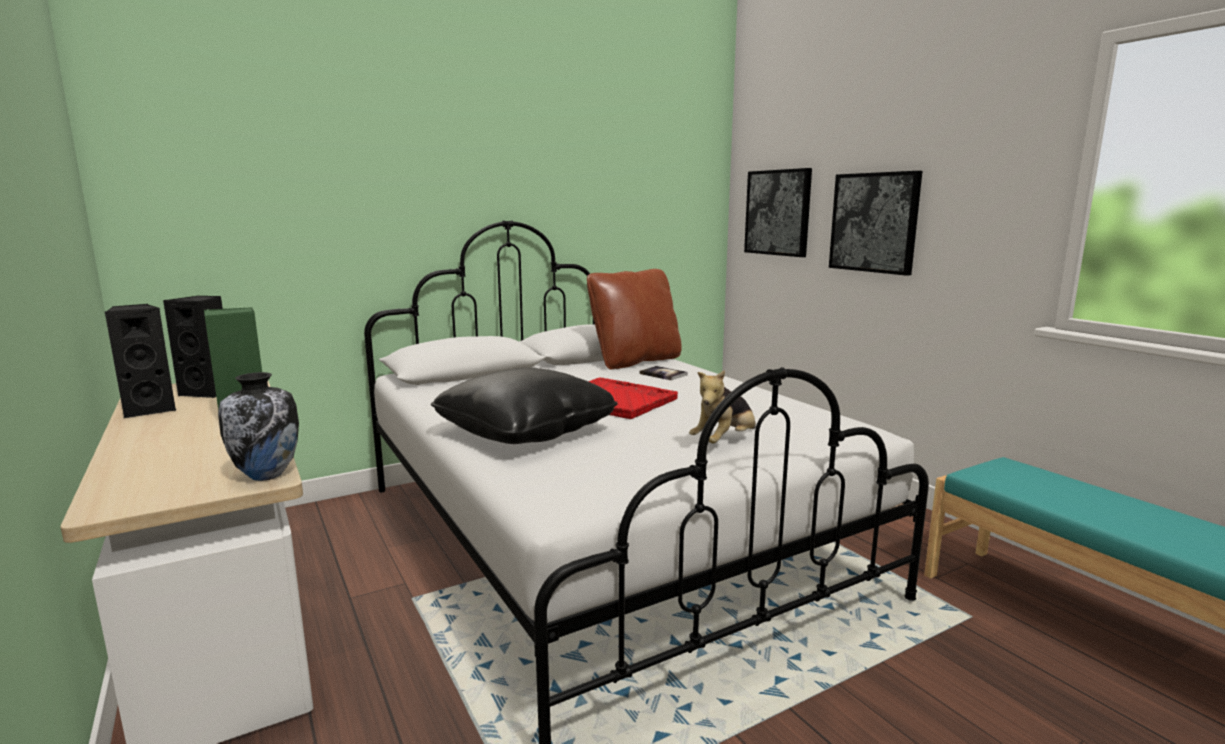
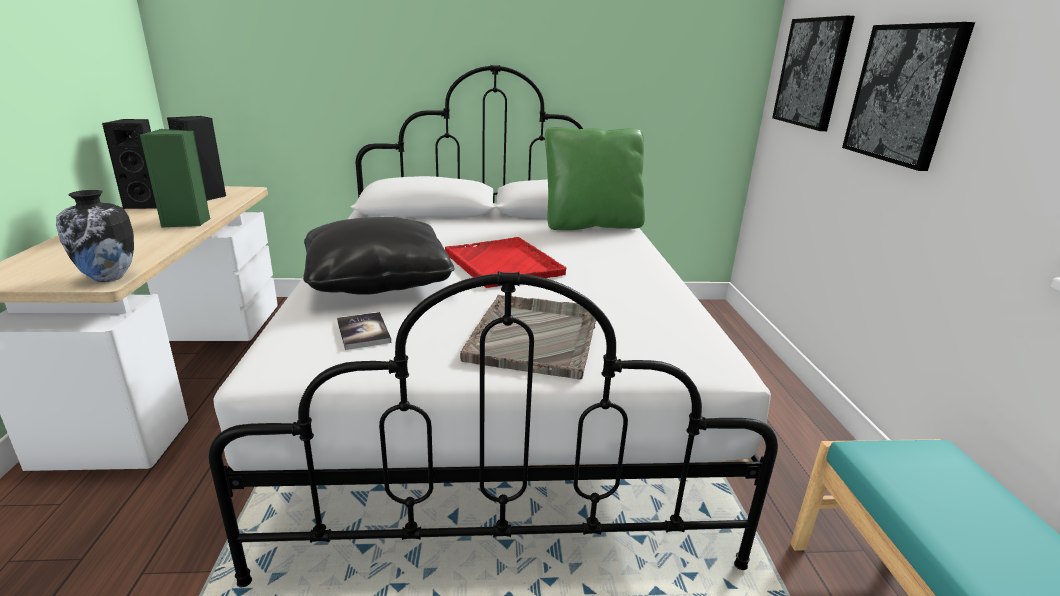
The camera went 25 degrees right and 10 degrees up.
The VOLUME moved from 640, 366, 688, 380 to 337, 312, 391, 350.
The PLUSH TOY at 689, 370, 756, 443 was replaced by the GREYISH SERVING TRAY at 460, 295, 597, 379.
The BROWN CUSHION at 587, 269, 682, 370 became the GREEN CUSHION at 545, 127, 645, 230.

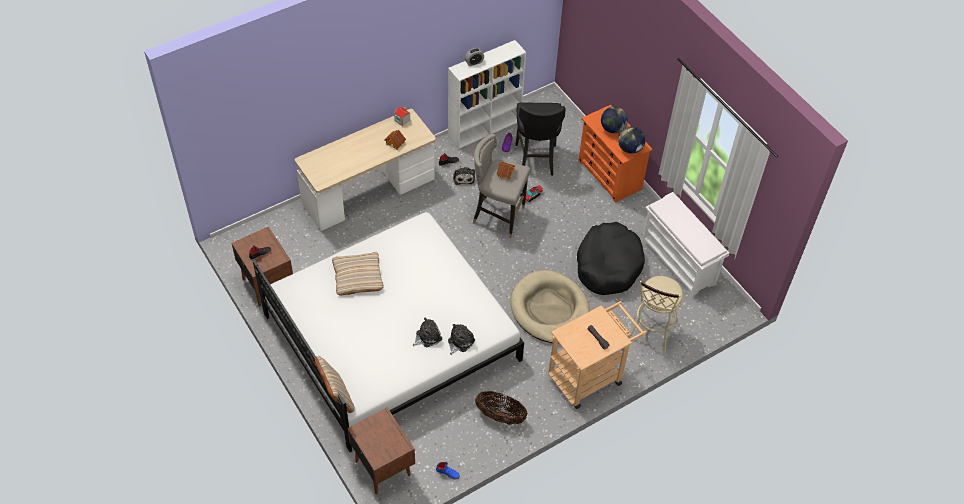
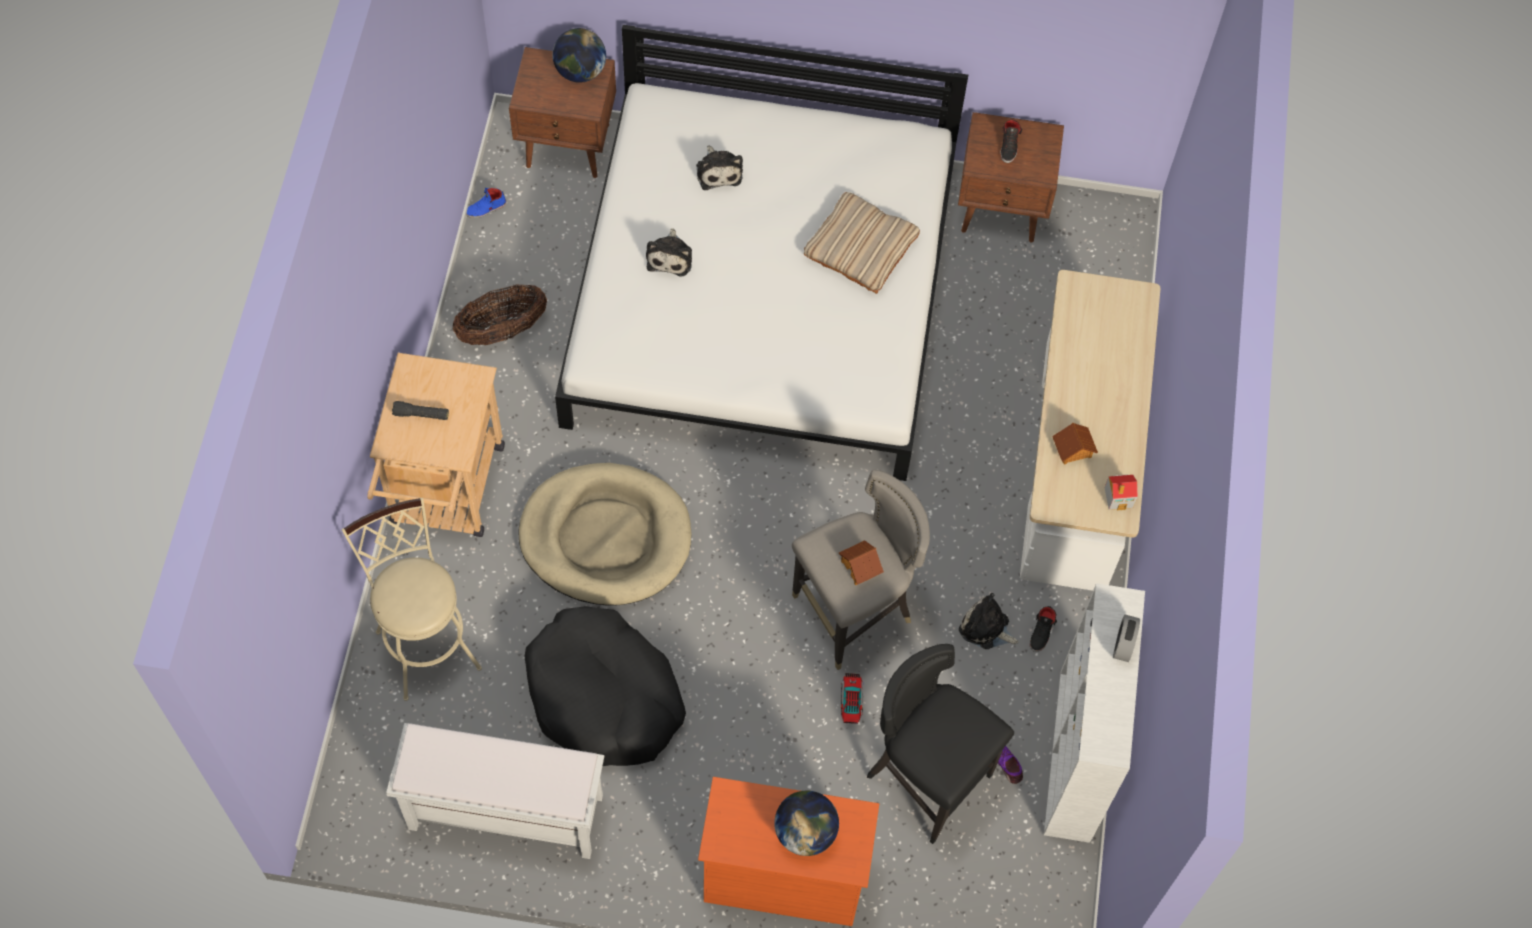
The camera went 130 degrees right and 10 degrees up.
The BEIGE CUSHION at 315, 356, 355, 413 disappeared.
The PLUSH TOY moved from 448, 324, 475, 355 to 696, 145, 743, 190.
The WORLD GLOBE moved from 618, 126, 645, 154 to 552, 28, 606, 83.

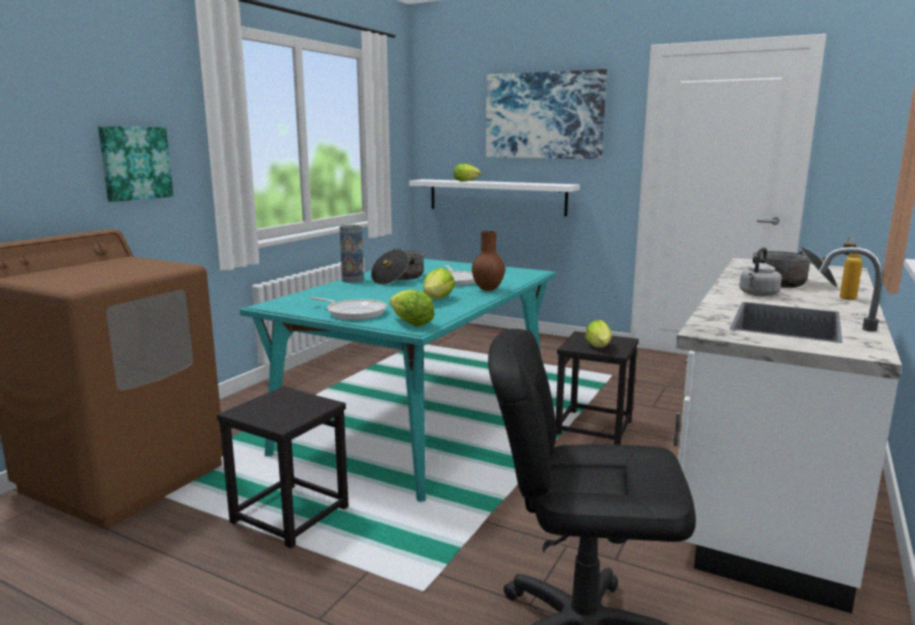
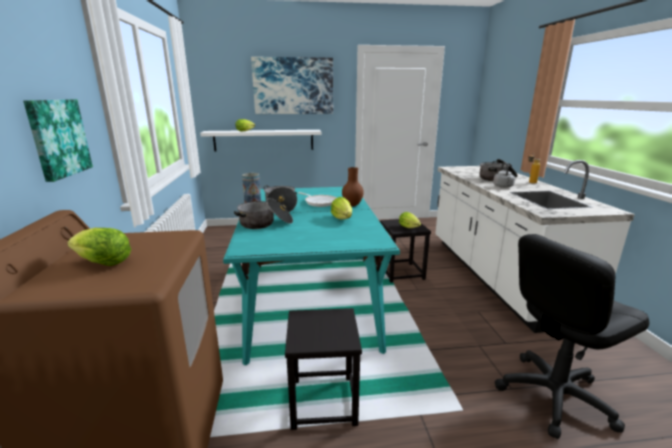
The camera went 35 degrees left and 5 degrees up.
The FRYING PAN at 310, 297, 387, 320 disappeared.
The SAUCEPOT at 234, 198, 293, 229 appeared.
The LETTUCE HEAD moved from 389, 290, 435, 326 to 68, 228, 131, 266.

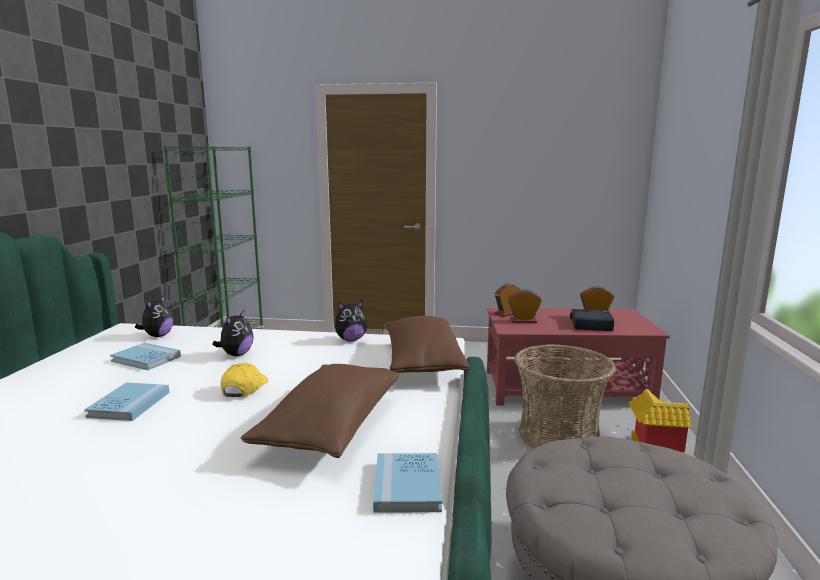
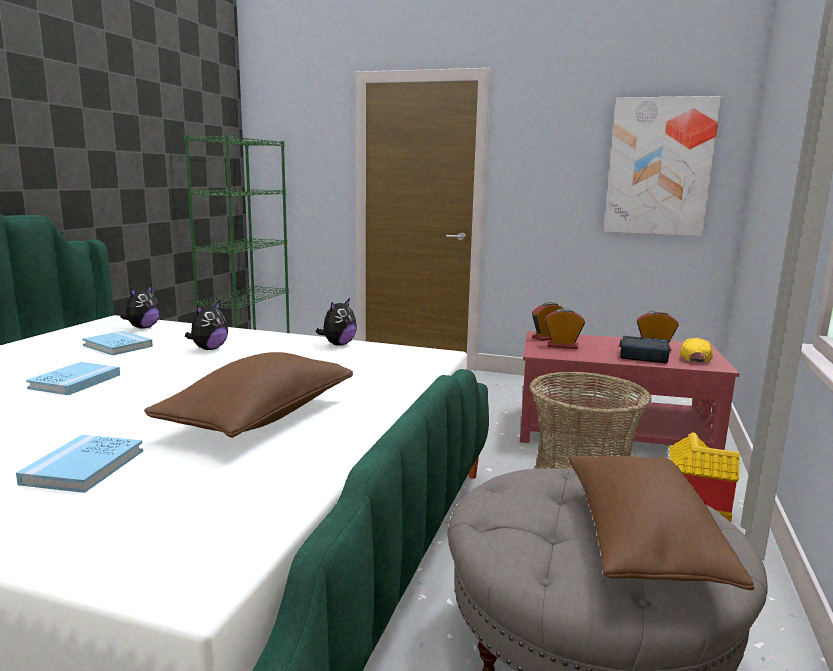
The camera went 10 degrees right and 0 degrees up.
The WALL PICTURE at 604, 96, 721, 236 appeared.
The YELLOW-COLOURED BASEBALL CAP moved from 221, 363, 268, 397 to 680, 338, 713, 362.
The BLUISH VOLUME moved from 373, 453, 442, 513 to 16, 434, 143, 493.
The BROWN CUSHION moved from 385, 316, 470, 373 to 568, 456, 754, 590.
The PLUSH TOY at 335, 300, 367, 341 turned 45 degrees counterclockwise.

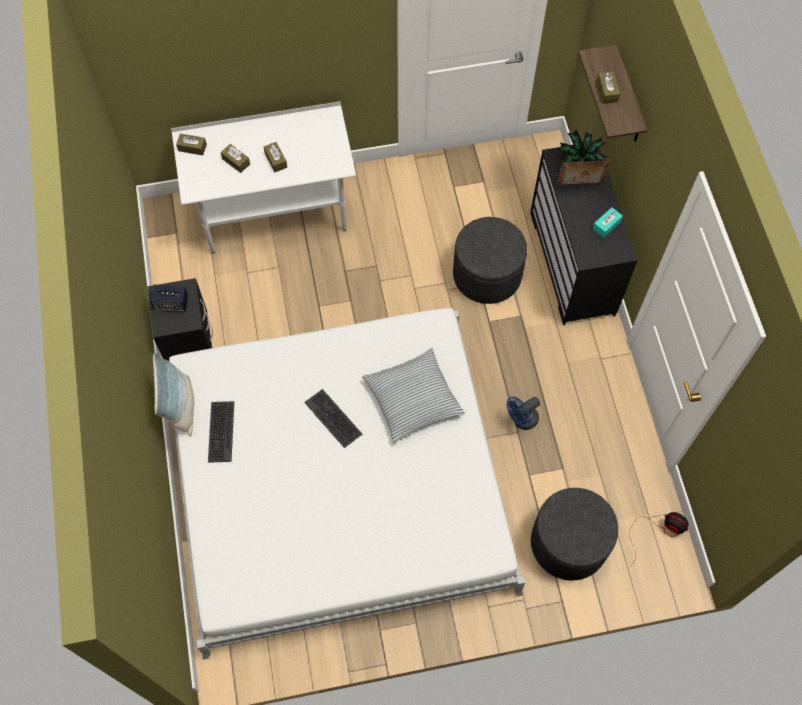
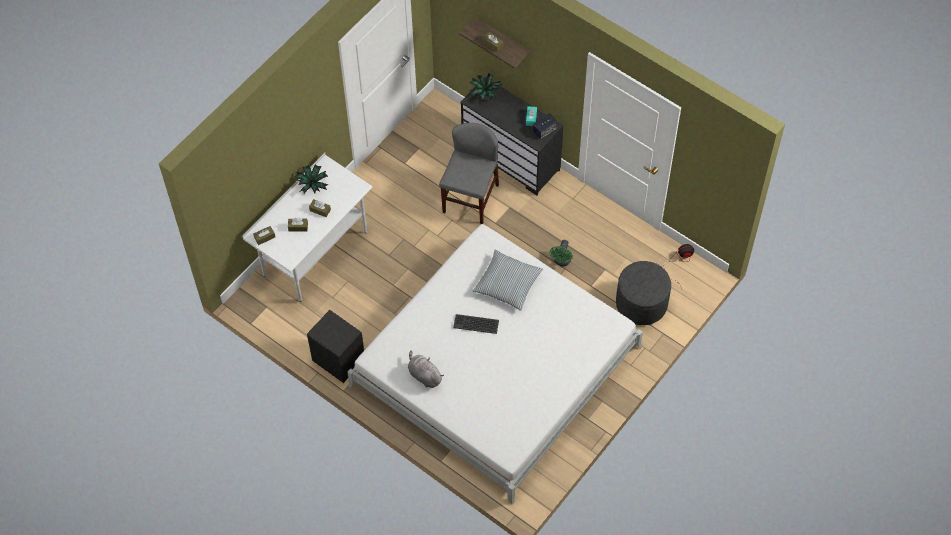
The camera went 40 degrees left and 5 degrees down.
The CUSHION at 153, 352, 194, 437 disappeared.
The STANDING FRAME at 557, 161, 610, 185 disappeared.
The PLANT IN A POT at 294, 164, 328, 194 appeared.
The AUDIO SPEAKER moved from 150, 285, 188, 311 to 533, 113, 558, 139.
The COMPUTER KEYBOARD at 208, 401, 234, 463 was replaced by the GREYISH PLUSH TOY at 408, 351, 444, 388.
The GREYISH OTTOMAN at 453, 217, 527, 304 was replaced by the GREYISH UPRIGHT CHAIR at 439, 123, 499, 224.
The BLUISH COOLING FAN at 507, 396, 540, 430 became the GREEN COOLING FAN at 550, 240, 573, 266.

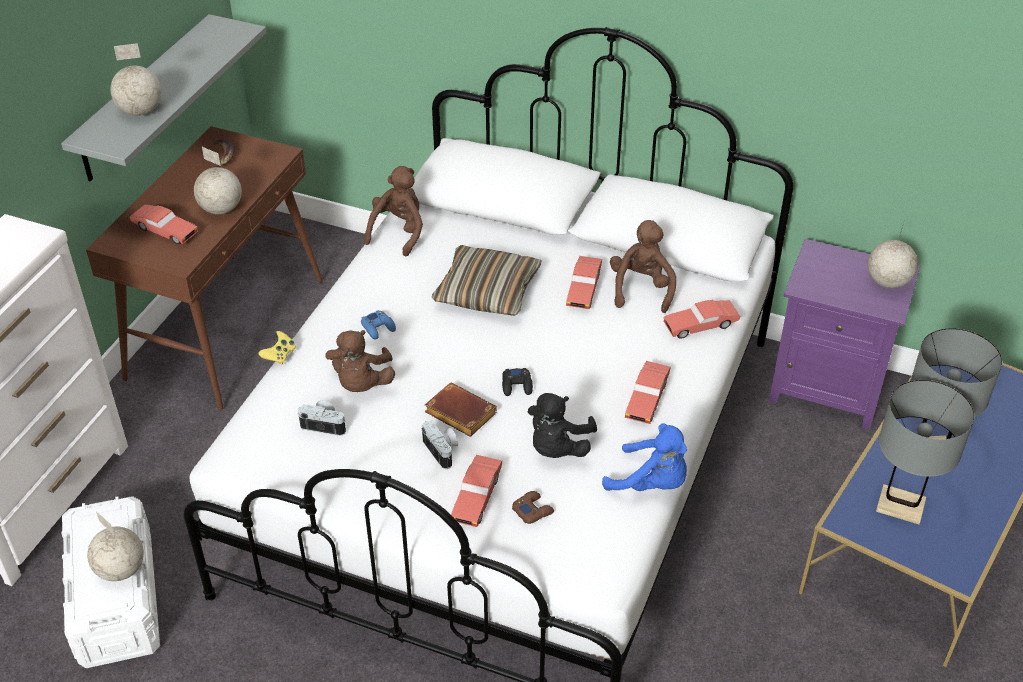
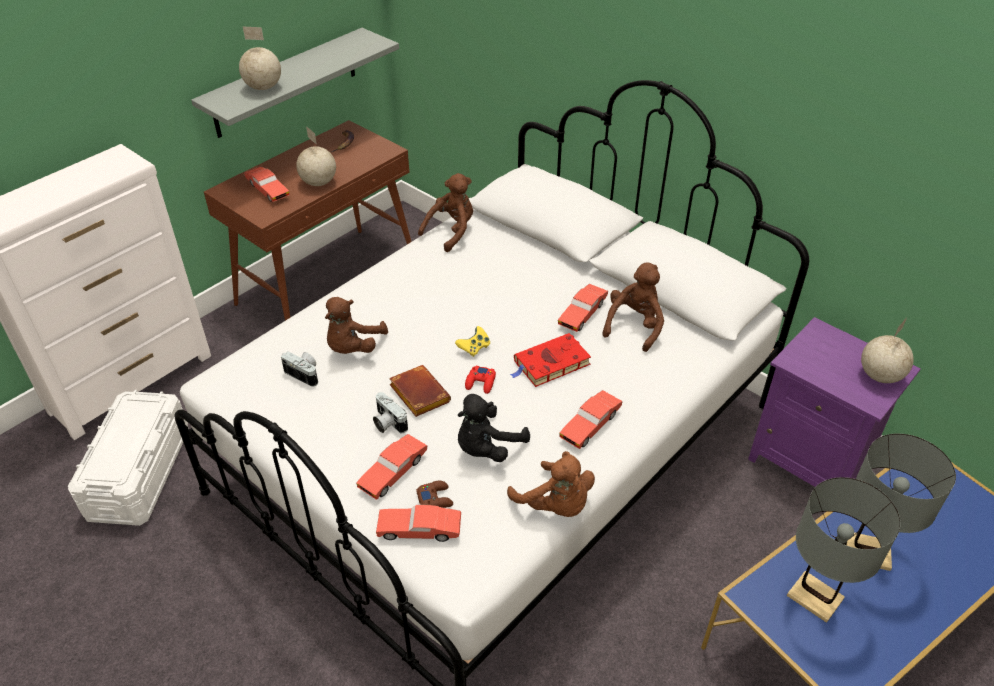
The camera went 20 degrees right and 0 degrees up.
The WORLD GLOBE at 87, 511, 144, 581 disappeared.
The BLUISH GAME CONTROLLER at 361, 310, 396, 340 disappeared.
The CUSHION at 432, 245, 542, 316 disappeared.
The RED-COLOURED VOLUME at 510, 333, 591, 387 appeared.
The YELLOW-COLOURED GAME CONTROLLER moved from 258, 331, 296, 365 to 455, 326, 490, 357.
The RED-COLOURED TOY CAR moved from 663, 300, 741, 339 to 376, 505, 461, 542.
The BLACK GAME CONTROLLER at 502, 368, 533, 396 became the RED-COLOURED GAME CONTROLLER at 465, 366, 496, 394.
The BLUISH PLUSH TOY at 602, 424, 687, 491 became the BROWN PLUSH TOY at 507, 451, 595, 517.
The PHOTO CAMERA at 422, 421, 458, 469 turned 150 degrees clockwise.

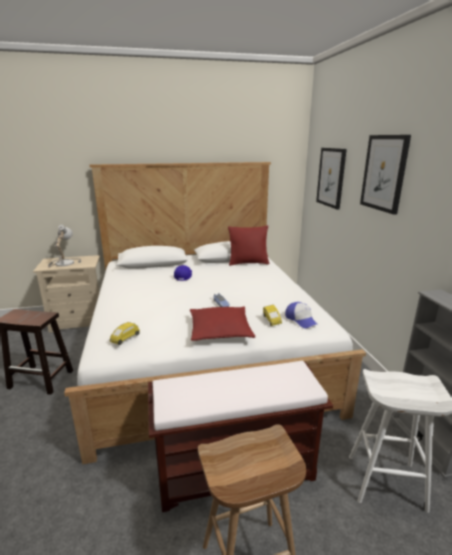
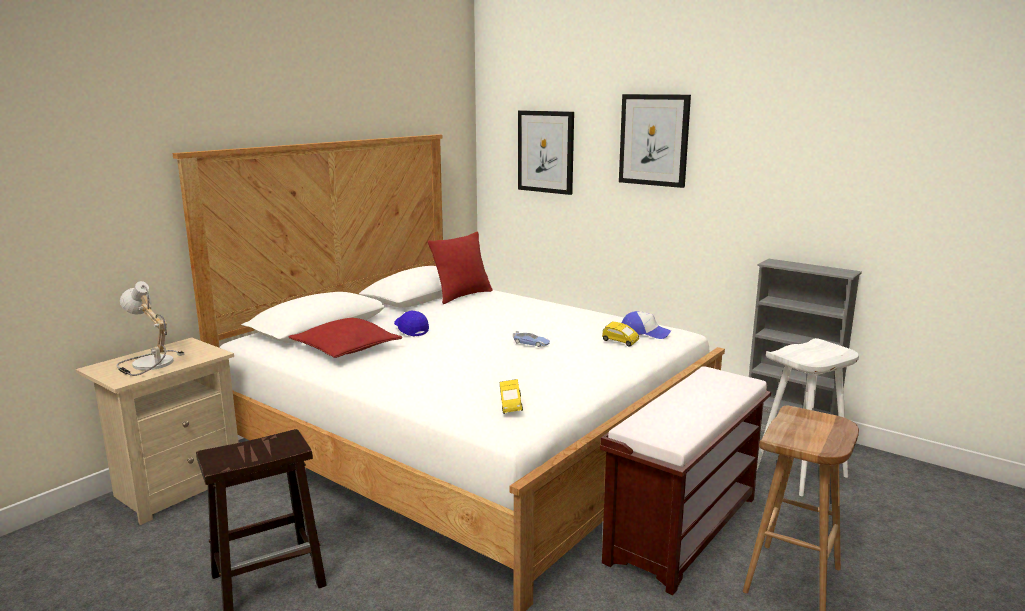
The camera went 40 degrees left and 5 degrees down.
The RED-COLOURED CUSHION moved from 190, 307, 255, 341 to 288, 318, 402, 358.

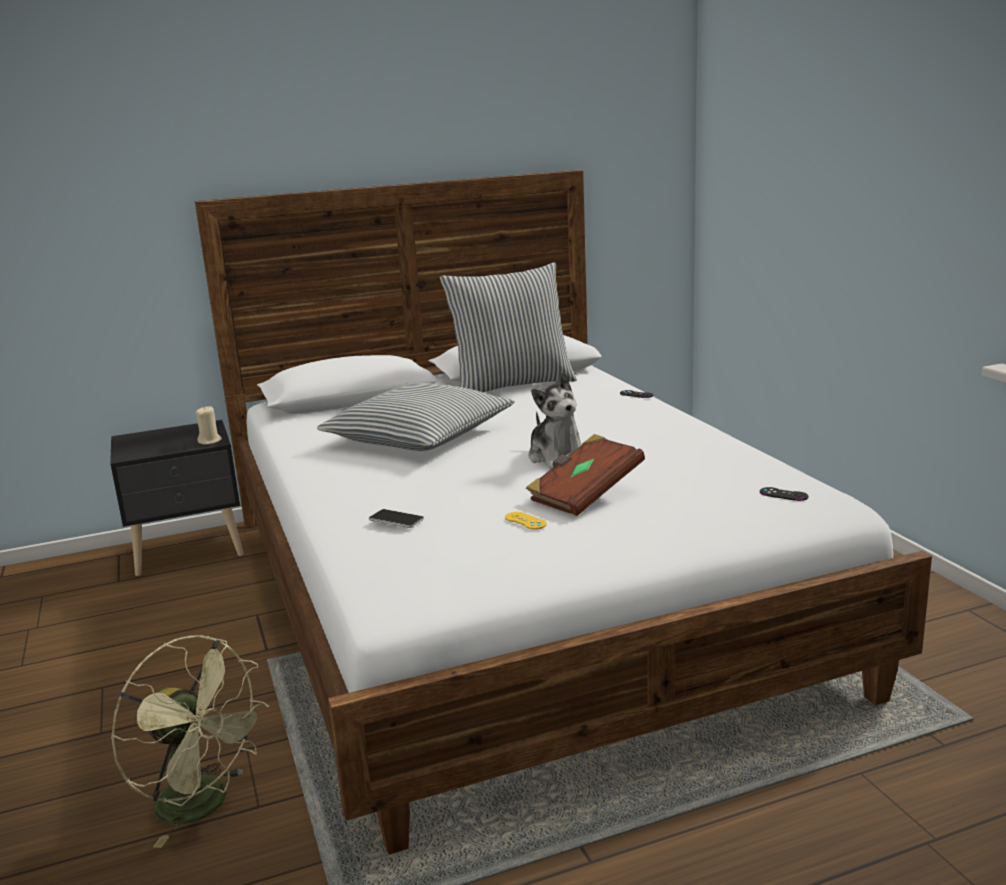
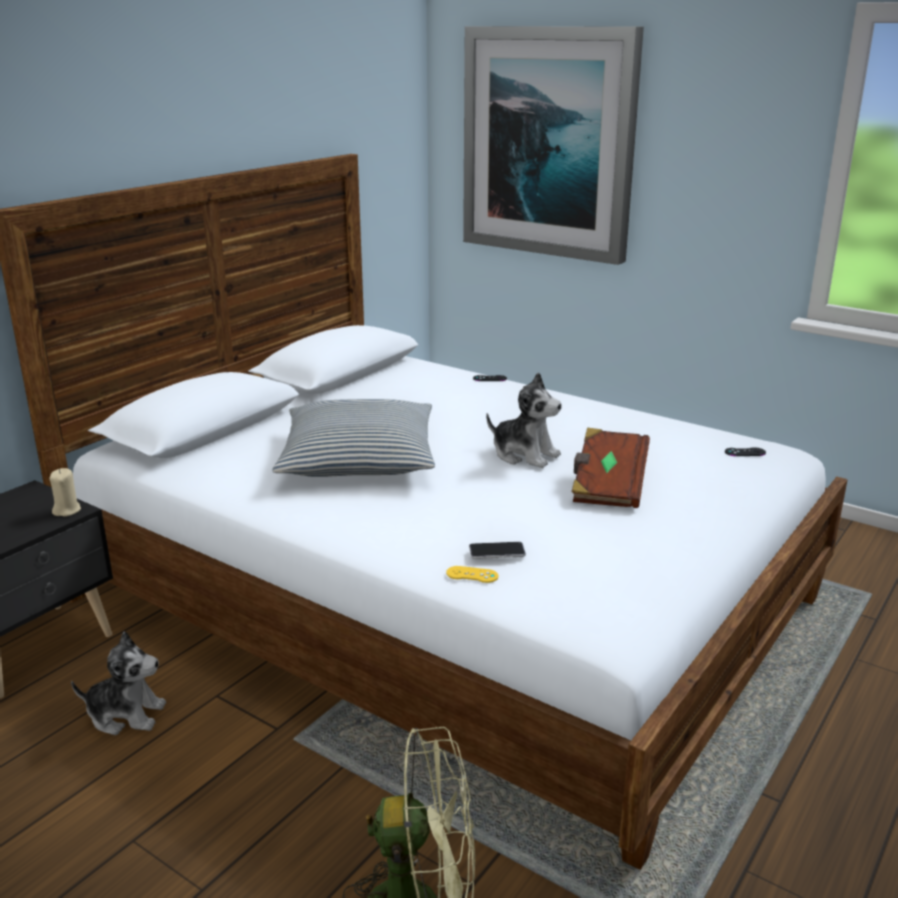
The camera went 35 degrees left and 5 degrees up.
The CUSHION at 440, 262, 577, 392 disappeared.
The PLUSH TOY at 71, 631, 166, 735 appeared.
The WALL PICTURE at 463, 26, 644, 265 appeared.
The YELLOW-COLOURED GAME CONTROLLER moved from 505, 512, 547, 529 to 446, 566, 498, 583.

